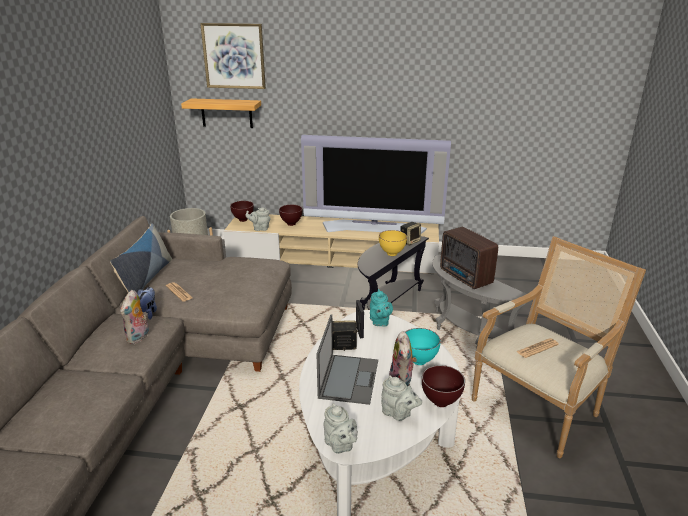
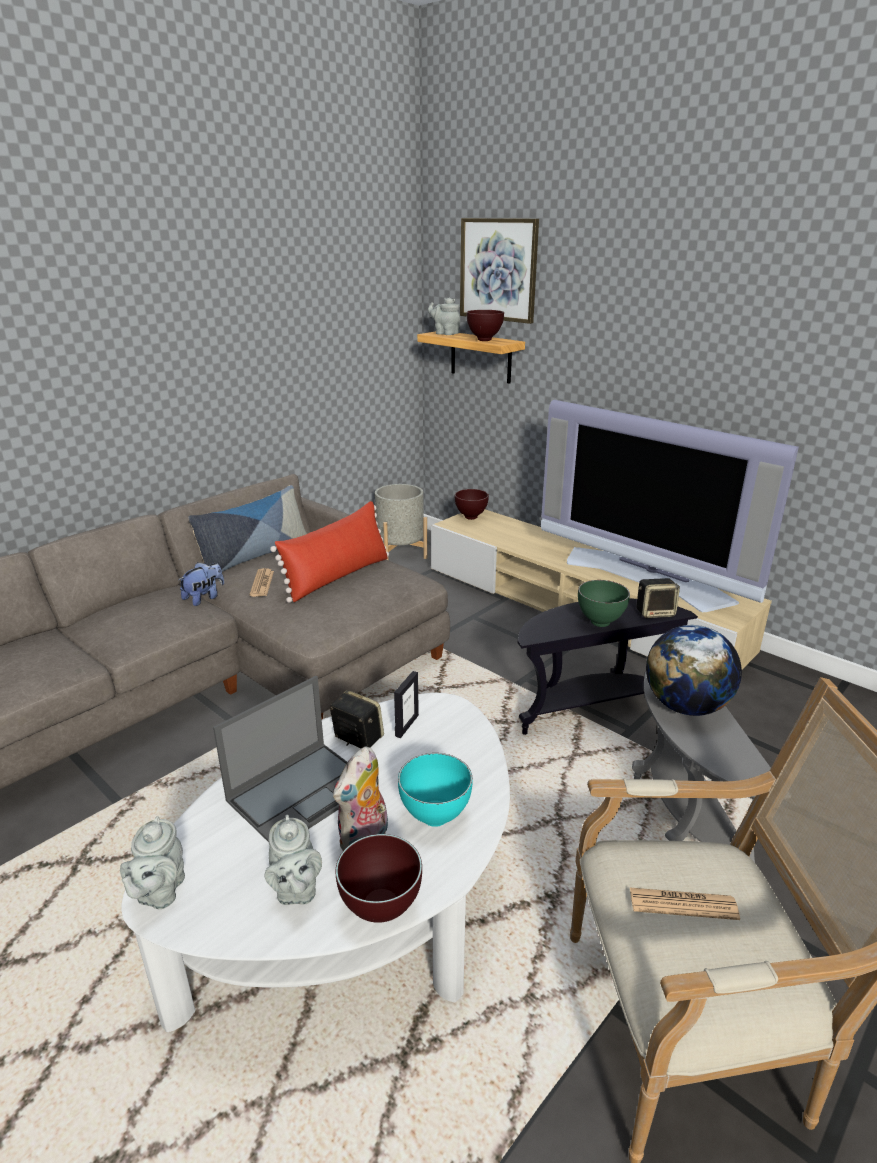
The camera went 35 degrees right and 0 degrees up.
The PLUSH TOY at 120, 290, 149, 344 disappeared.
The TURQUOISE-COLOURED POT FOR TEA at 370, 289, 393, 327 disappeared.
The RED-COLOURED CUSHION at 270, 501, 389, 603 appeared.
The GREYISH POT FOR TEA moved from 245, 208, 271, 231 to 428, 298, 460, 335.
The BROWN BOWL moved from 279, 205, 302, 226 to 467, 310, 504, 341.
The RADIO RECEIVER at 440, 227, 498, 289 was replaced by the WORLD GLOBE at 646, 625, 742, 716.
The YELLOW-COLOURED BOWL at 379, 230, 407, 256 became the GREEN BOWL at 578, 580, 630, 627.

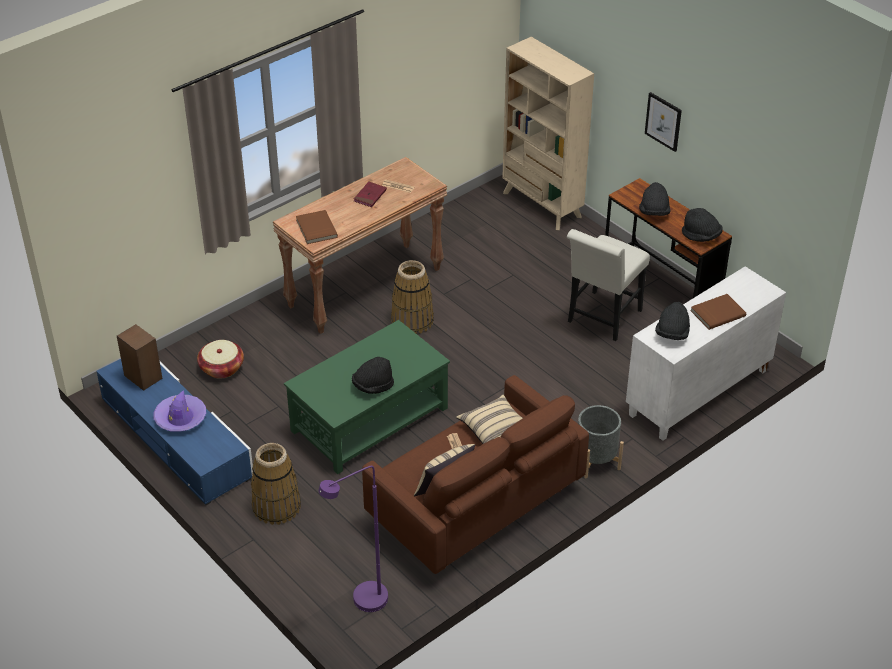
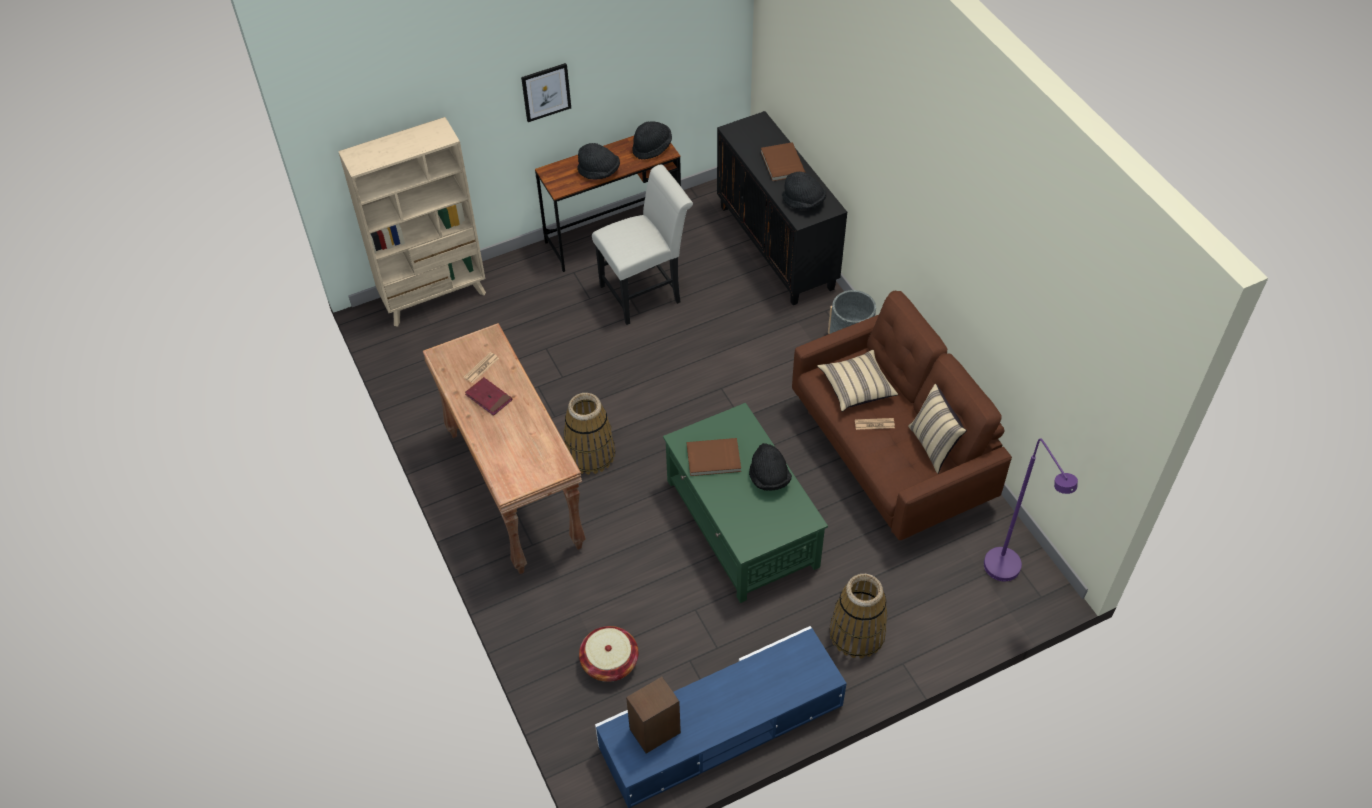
The camera went 75 degrees left and 10 degrees up.
The PURPLISH WEARABLE HAT at 153, 390, 206, 432 disappeared.
The BROWN VOLUME moved from 296, 210, 338, 244 to 687, 438, 741, 476.
The WHITISH STORAGE CABINET at 626, 266, 786, 441 became the BLACK STORAGE CABINET at 717, 111, 847, 305.
The WHITISH UPRIGHT CHAIR at 567, 229, 650, 341 turned 75 degrees counterclockwise.

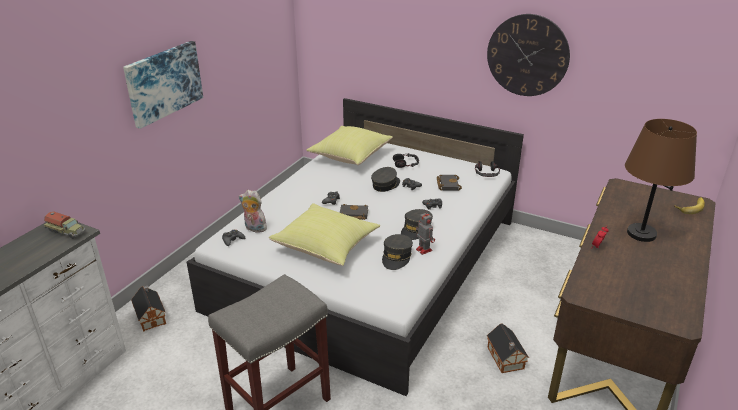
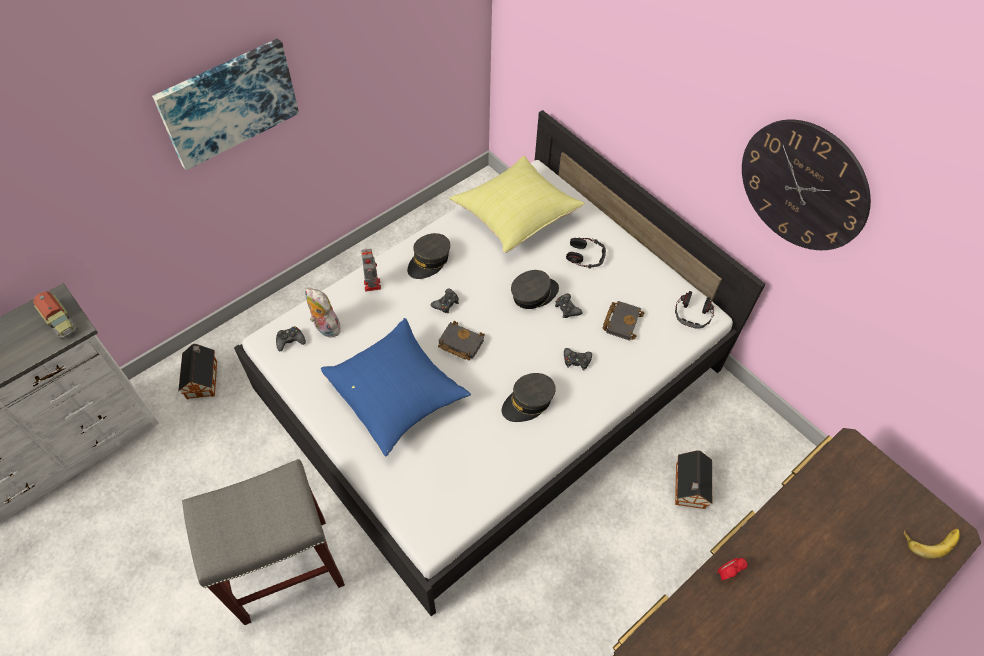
The camera went 20 degrees right and 25 degrees up.
The BROWN LAMP FOR A TABLE at 625, 119, 697, 242 disappeared.
The GREYISH BASEBALL CAP moved from 382, 234, 413, 270 to 407, 233, 450, 279.
The ROBOT FIGURE moved from 416, 210, 435, 255 to 361, 249, 381, 291.
The TOY HOUSE moved from 487, 324, 529, 373 to 675, 450, 712, 509.
The YELLOW-COLOURED CUSHION at 269, 203, 380, 266 became the BLUISH CUSHION at 321, 318, 471, 457.

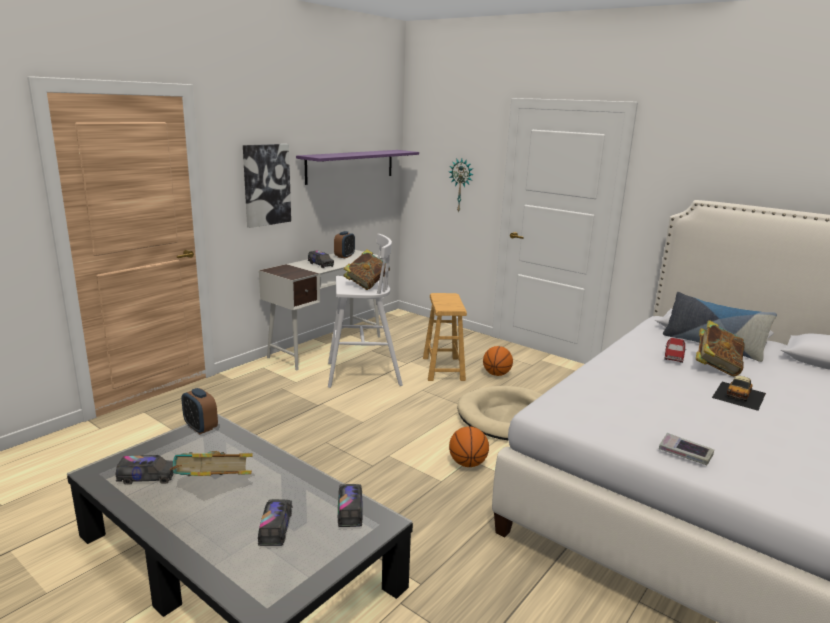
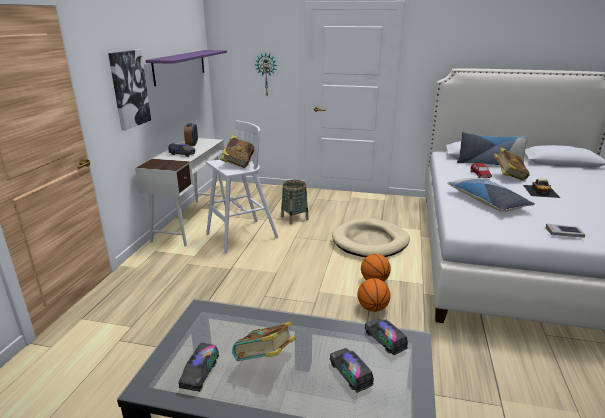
The camera went 25 degrees left and 5 degrees up.
The TABLE CLOCK at 181, 388, 218, 434 disappeared.
The CUSHION at 448, 177, 535, 212 appeared.
The BASKETBALL BALL moved from 483, 346, 513, 376 to 357, 278, 391, 312.
The BROWN STOOL SEAT at 423, 293, 467, 381 was replaced by the HOUSEHOLD BASKET at 281, 180, 309, 224.
The TOY TRUCK at 116, 455, 174, 484 turned 135 degrees clockwise.

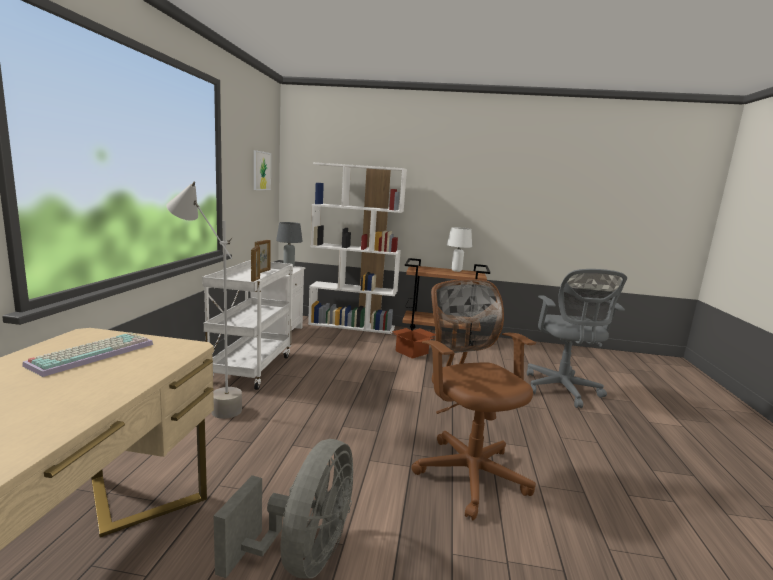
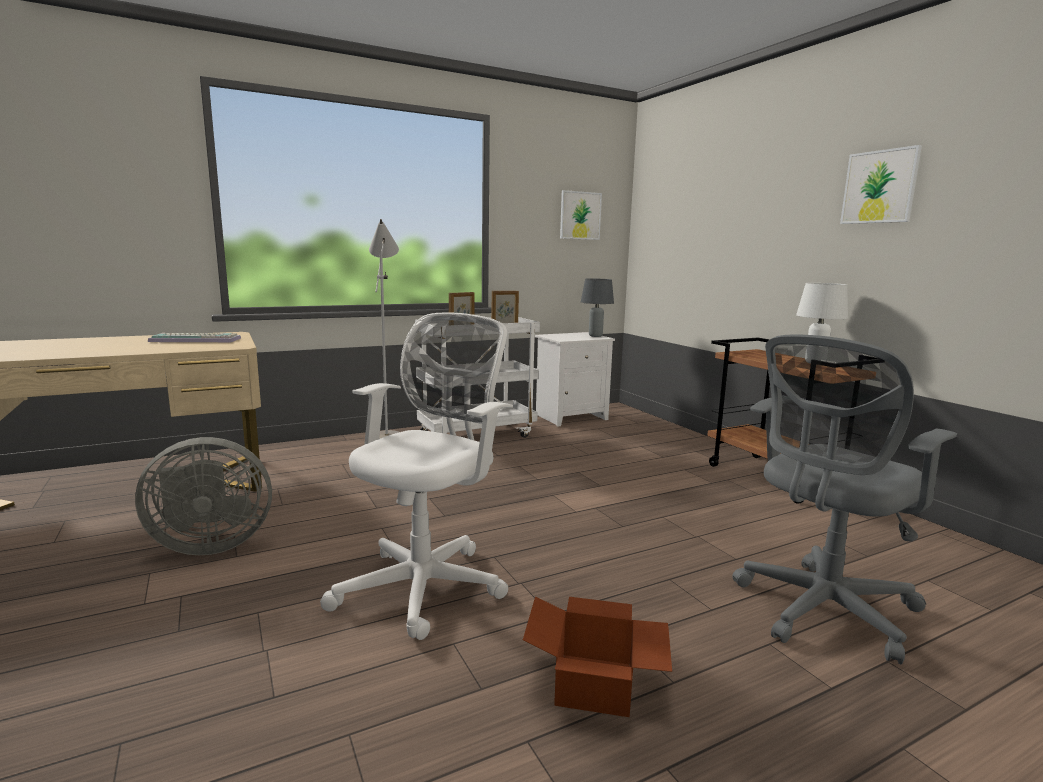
The camera went 55 degrees right and 0 degrees up.
The WHITISH SHELVING UNIT at 308, 162, 407, 334 disappeared.
The WALL PICTURE at 840, 145, 922, 224 appeared.
The CARTON moved from 392, 328, 436, 359 to 523, 596, 672, 717.
The BROWN OFFICE CHAIR at 411, 279, 536, 520 became the WHITISH OFFICE CHAIR at 320, 312, 513, 640.

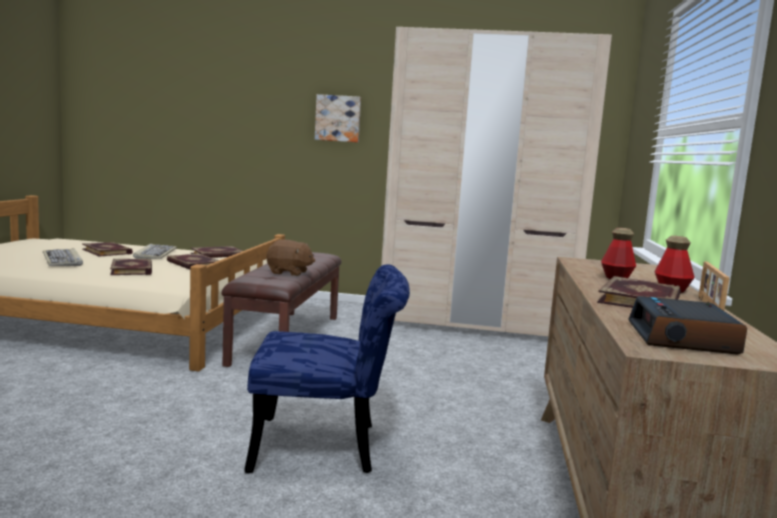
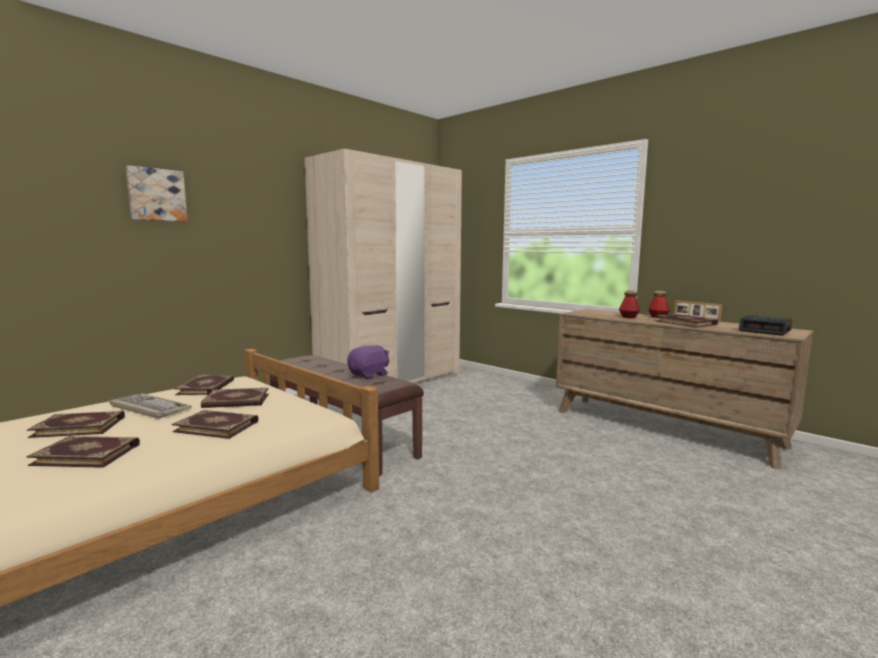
The camera went 55 degrees left and 0 degrees up.
The BLUISH UPRIGHT CHAIR at 244, 264, 410, 474 disappeared.
The WALL PICTURE moved from 315, 94, 361, 142 to 126, 165, 188, 222.
The COMPUTER KEYBOARD at 43, 248, 83, 266 was replaced by the VOLUME at 26, 436, 140, 468.
The BROWN PLUSH TOY at 266, 240, 315, 276 became the PURPLISH PLUSH TOY at 347, 345, 389, 379.

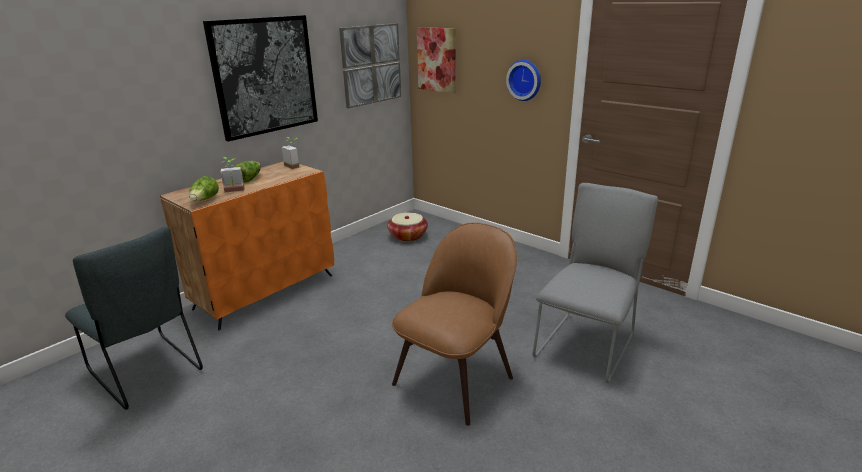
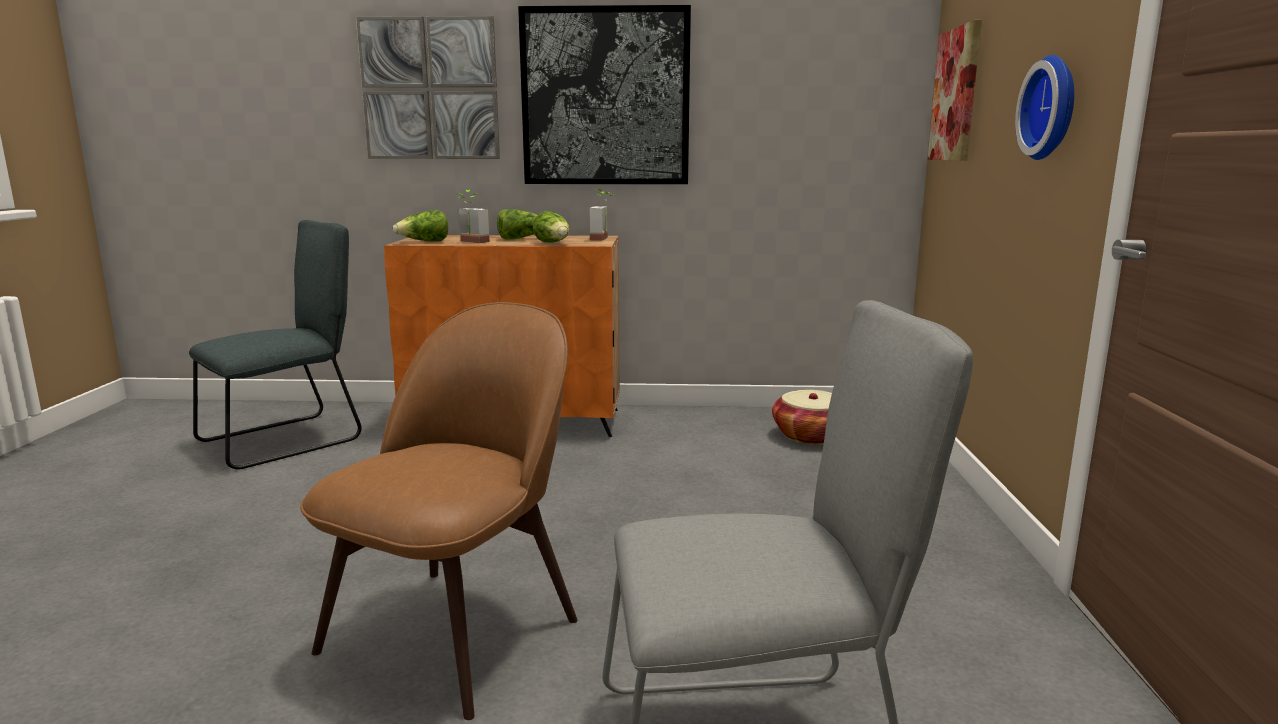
The camera went 50 degrees right and 10 degrees down.
The LETTUCE HEAD at 533, 211, 570, 243 appeared.
The WALL PICTURE moved from 339, 23, 401, 108 to 356, 16, 500, 159.
The GREYISH UPRIGHT CHAIR at 65, 227, 203, 410 turned 135 degrees counterclockwise.
The BROWN UPRIGHT CHAIR at 392, 223, 517, 426 turned 60 degrees counterclockwise.

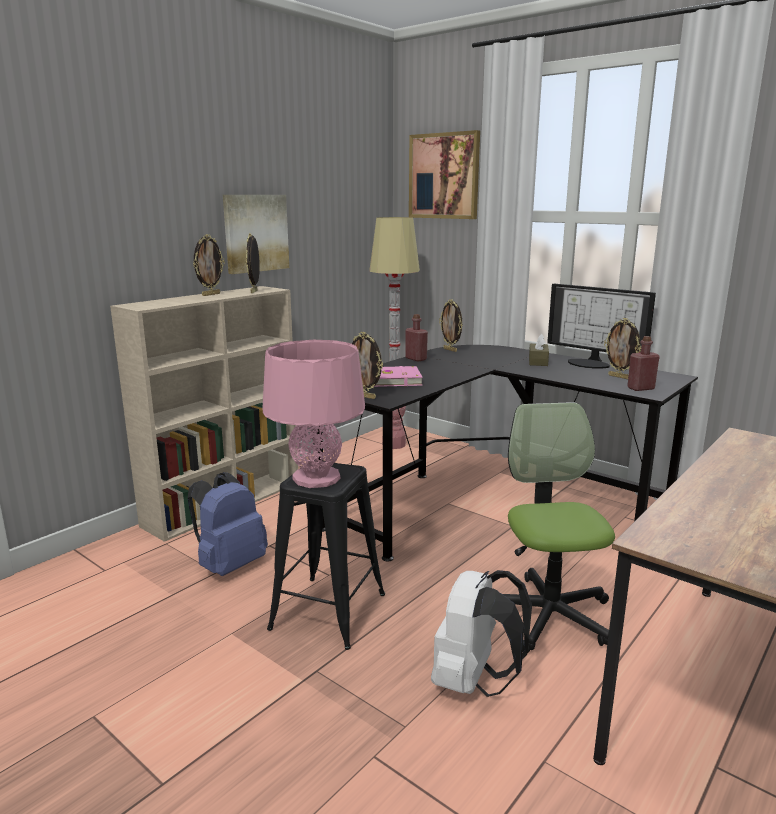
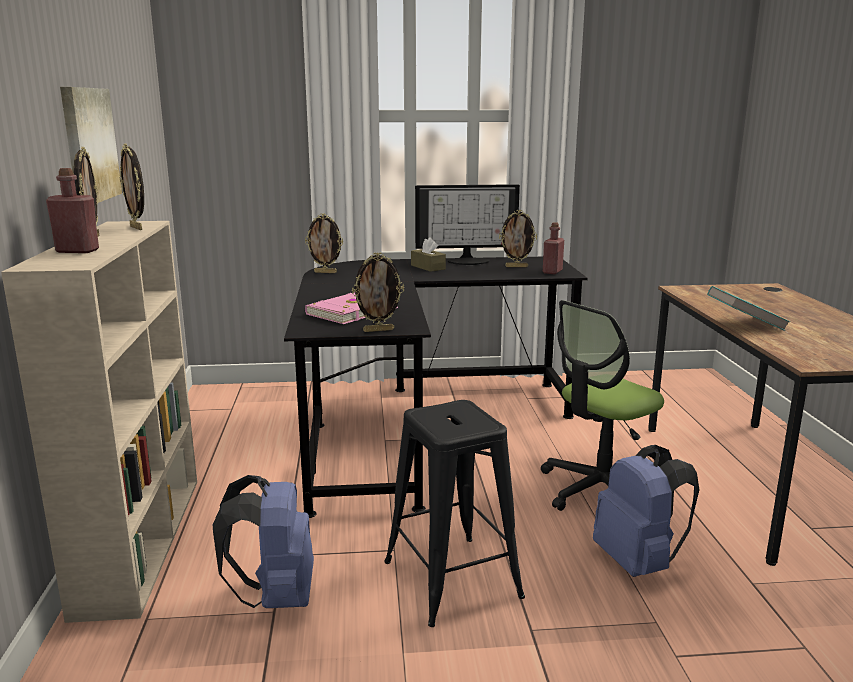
The camera went 45 degrees left and 0 degrees up.
The PINKISH LAMP FOR A TABLE at 262, 340, 365, 488 disappeared.
The STANDING LAMP at 369, 217, 420, 449 disappeared.
The WALL PICTURE at 409, 130, 480, 219 disappeared.
The TURQUOISE-COLOURED VOLUME at 707, 286, 790, 331 appeared.
The RED-COLOURED DRINK BOTTLE moved from 405, 314, 428, 361 to 46, 168, 99, 253.
The WHITISH BACKPACK at 431, 570, 532, 697 became the BLUISH BACKPACK at 593, 445, 699, 577.
The OFFICE CHAIR at 503, 402, 615, 653 turned 75 degrees counterclockwise.

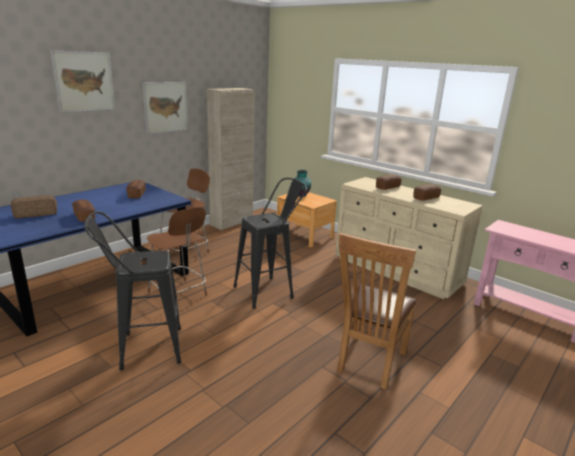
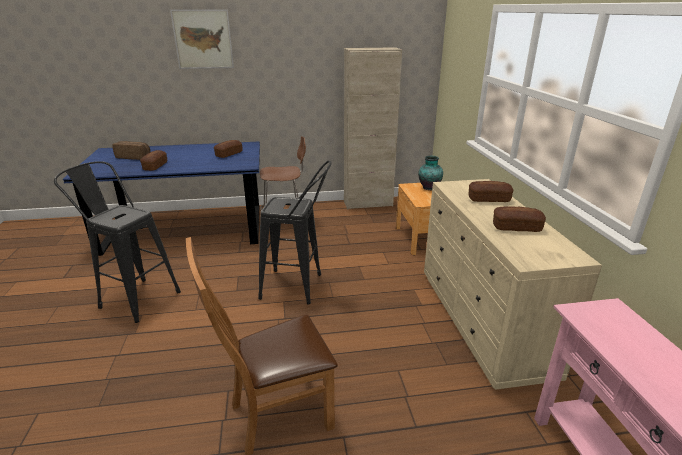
The camera went 40 degrees right and 5 degrees up.
The WALL PICTURE at 142, 82, 188, 134 disappeared.
The BROWN UPRIGHT CHAIR at 147, 207, 207, 296 disappeared.

